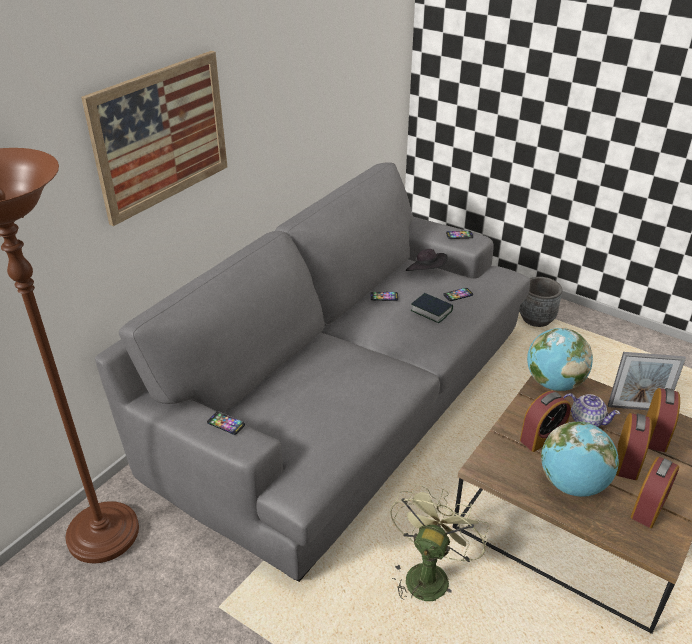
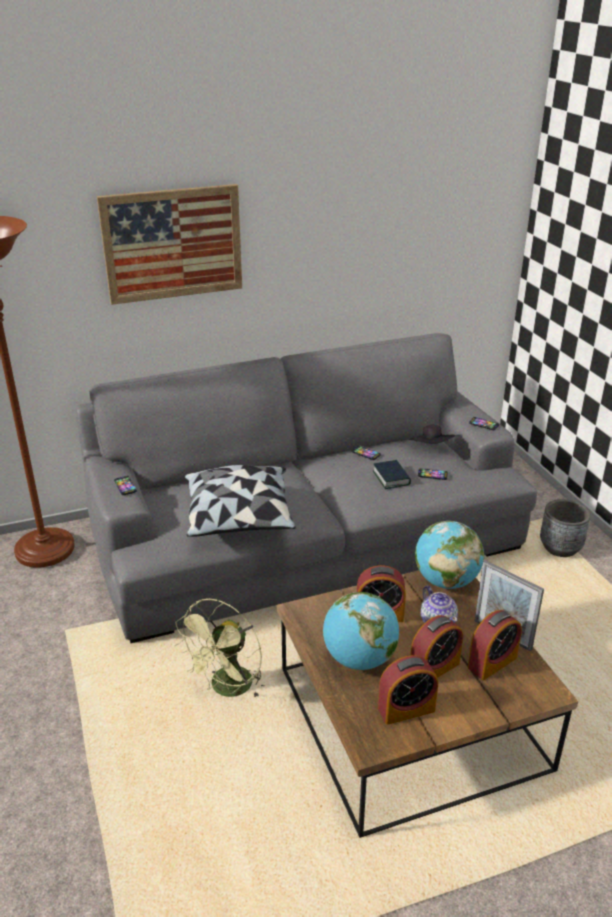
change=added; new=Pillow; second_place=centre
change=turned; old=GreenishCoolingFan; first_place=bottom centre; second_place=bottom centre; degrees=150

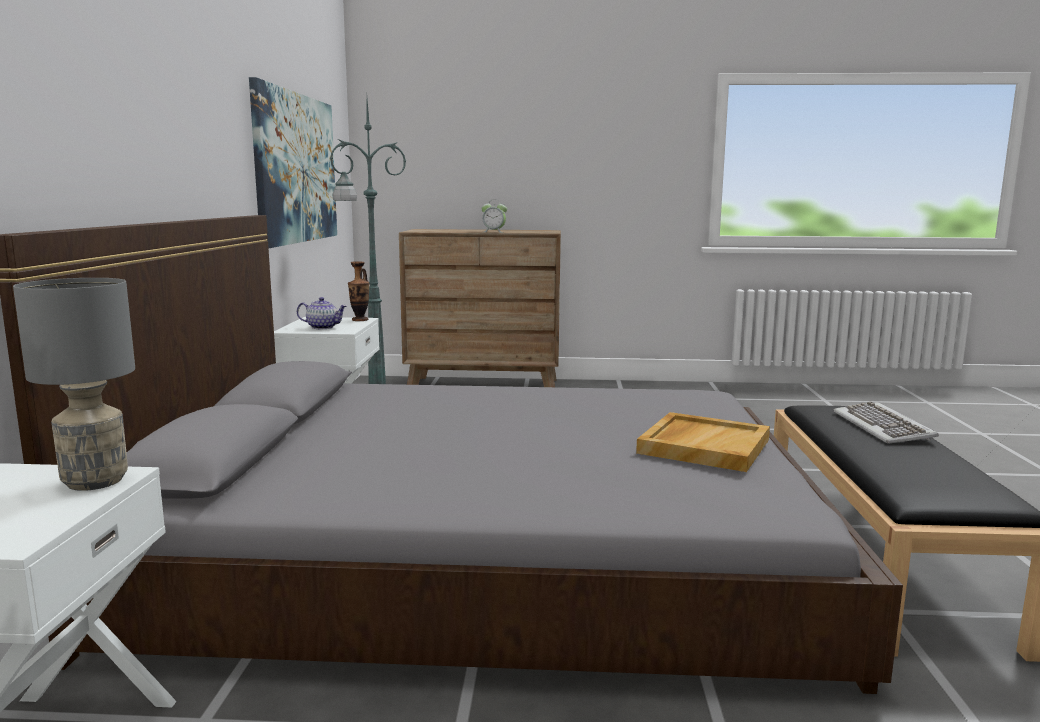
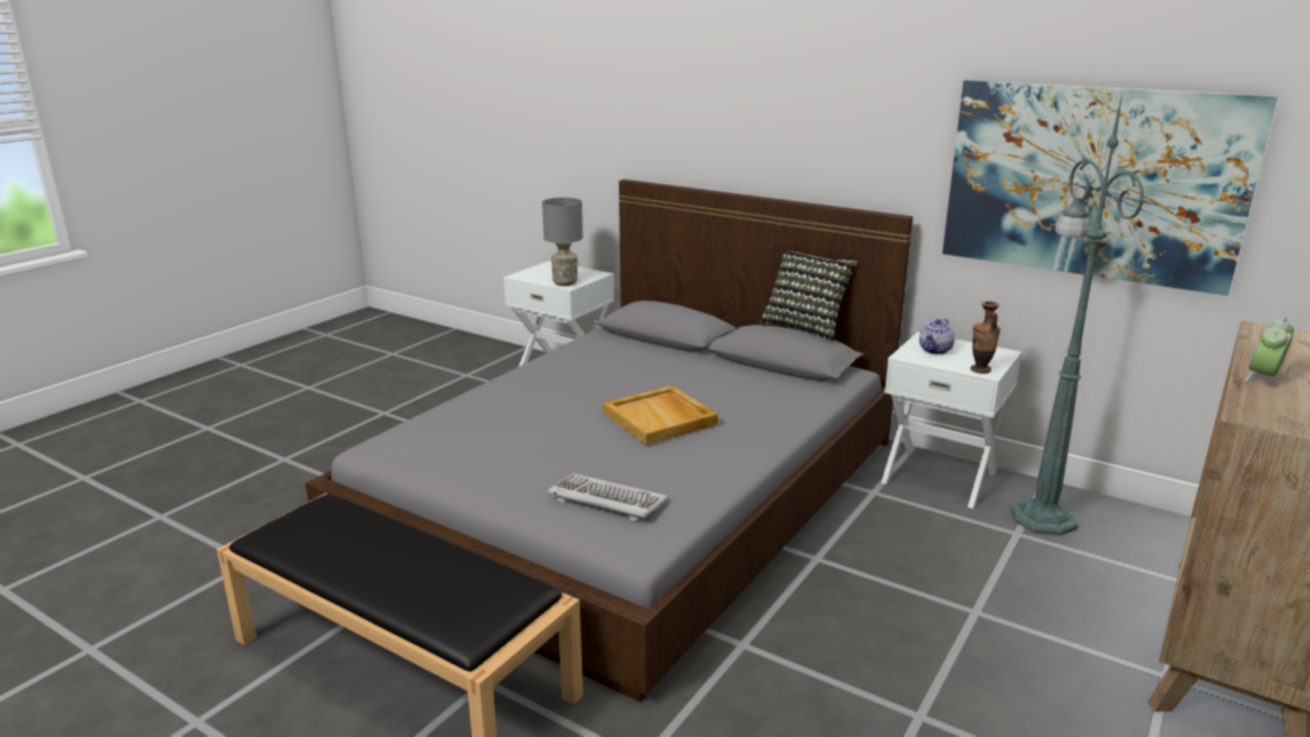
change=added; new=Pillow; second_place=centre
change=moved; old=BeigeTray; first_place=middle right; second_place=centre
change=moved; old=Keyboard; first_place=middle right; second_place=bottom centre

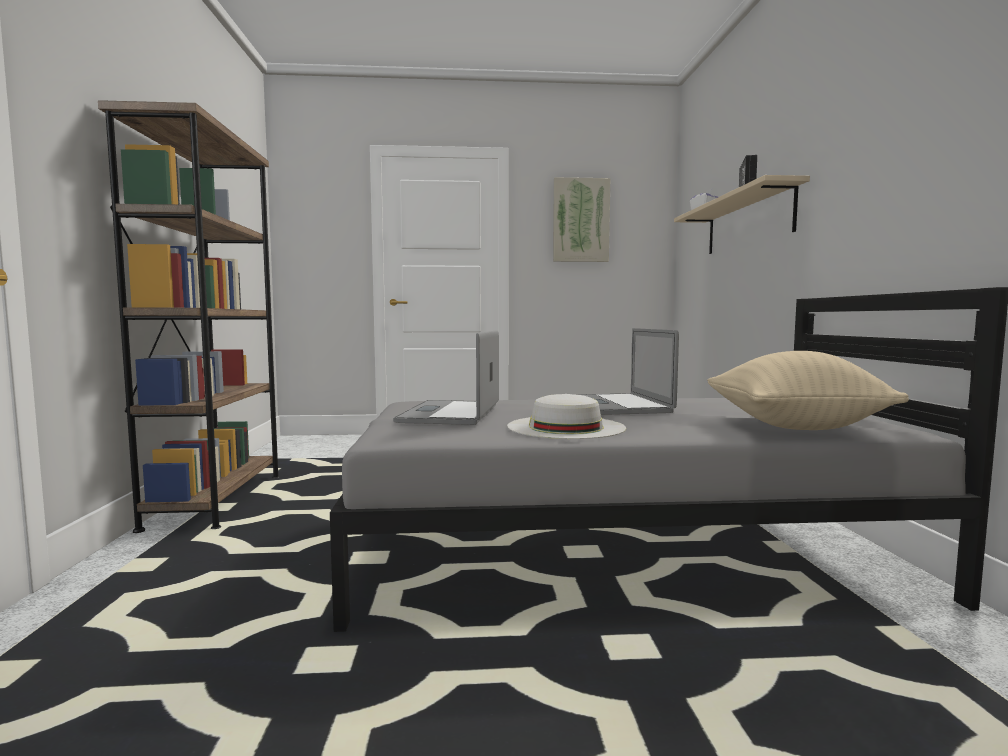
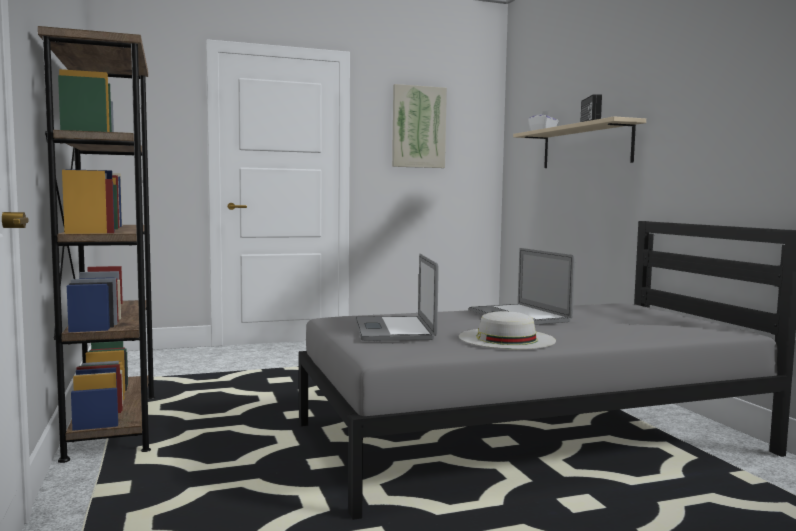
change=removed; old=BeigePillow; first_place=middle right

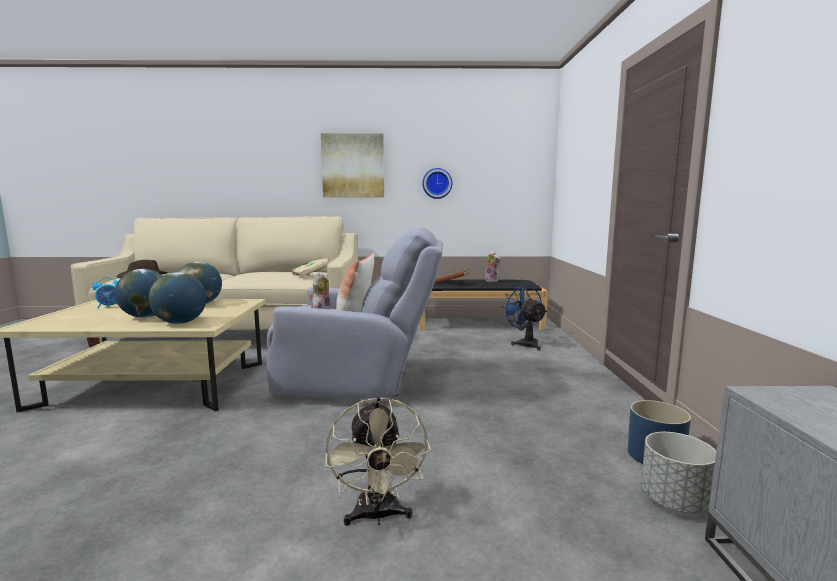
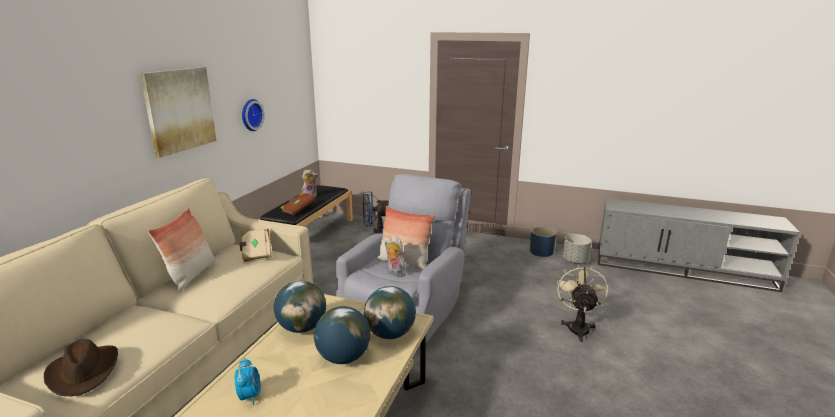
change=added; new=Pillow (1st from left); second_place=middle left
change=turned; old=BeigeCoolingFan; first_place=bottom centre; second_place=bottom right; degrees=-90

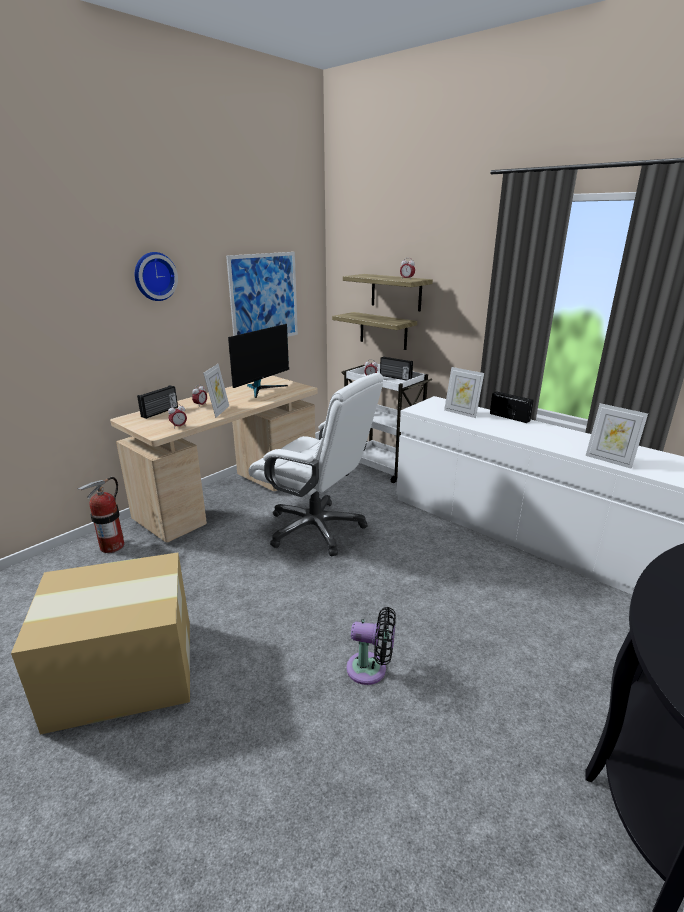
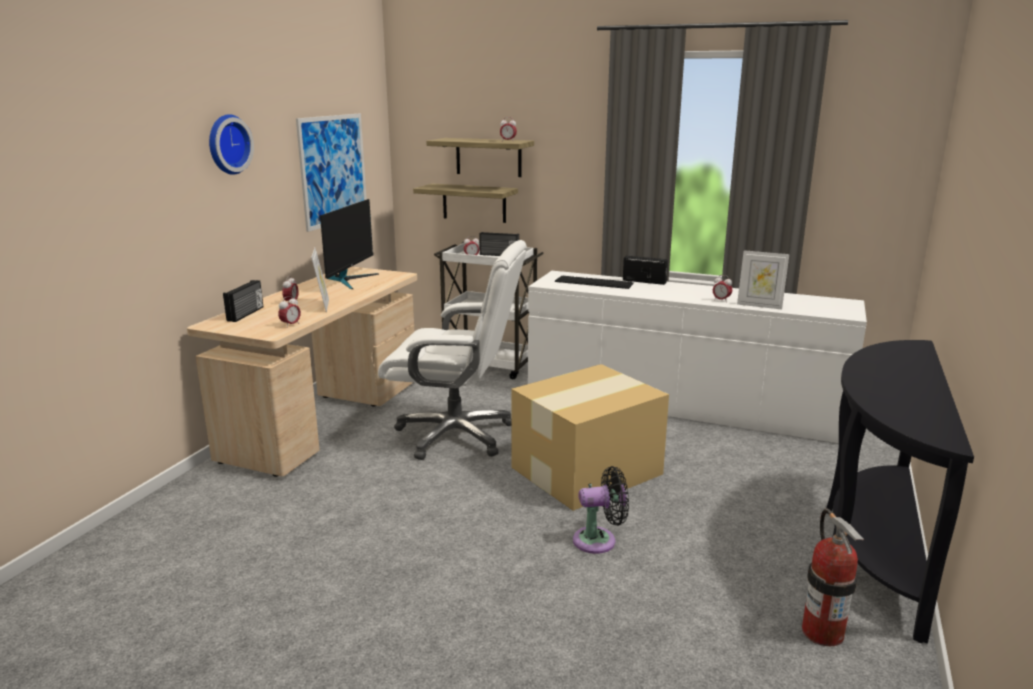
change=added; new=TableClock (5th from left); second_place=middle right
change=moved; old=Carton; first_place=bottom left; second_place=centre
change=moved; old=Extinguisher; first_place=middle left; second_place=bottom right
change=replaced; old=PictureFrame (2nd from left); new=Keyboard; first_place=middle right; second_place=centre

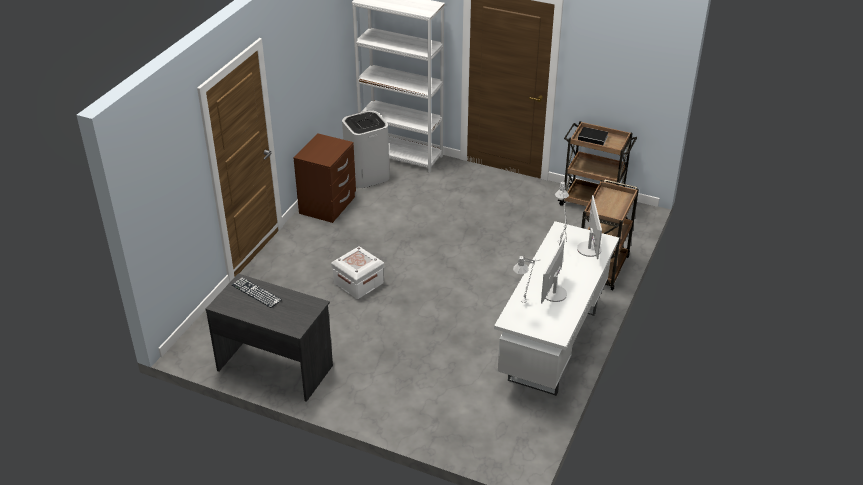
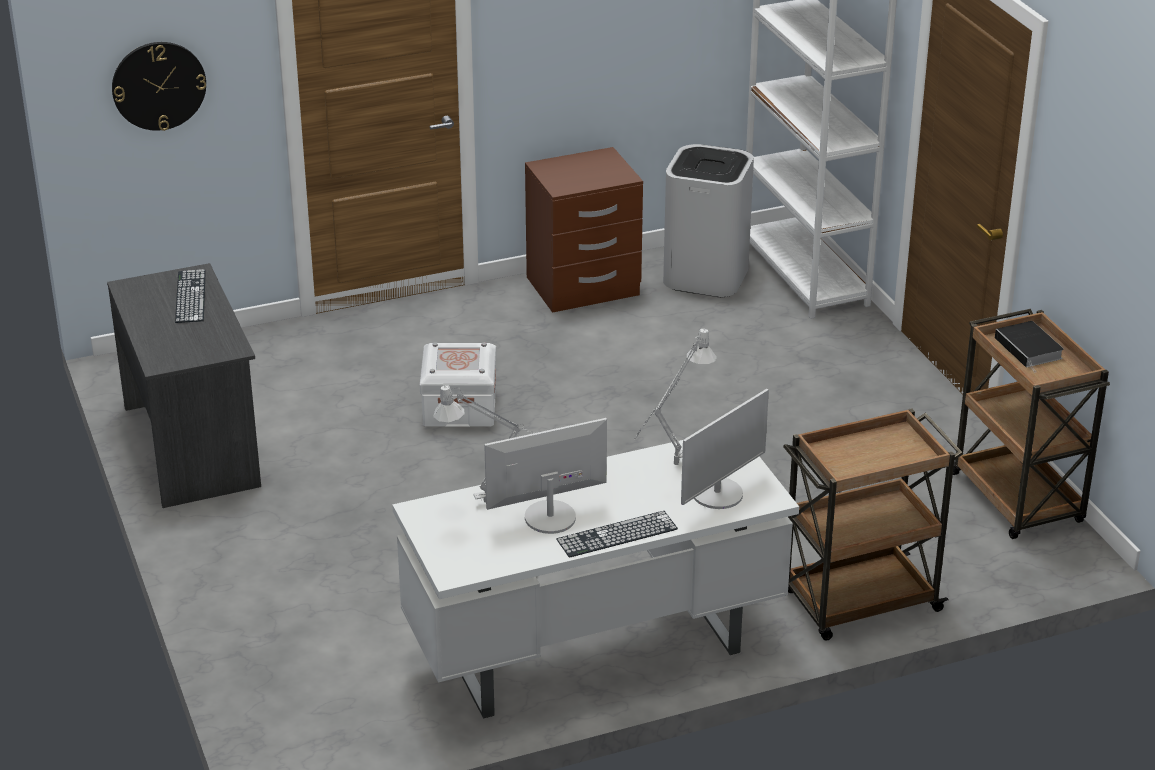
change=added; new=WallClock; second_place=top left
change=added; new=Keyboard (2nd from left); second_place=bottom centre

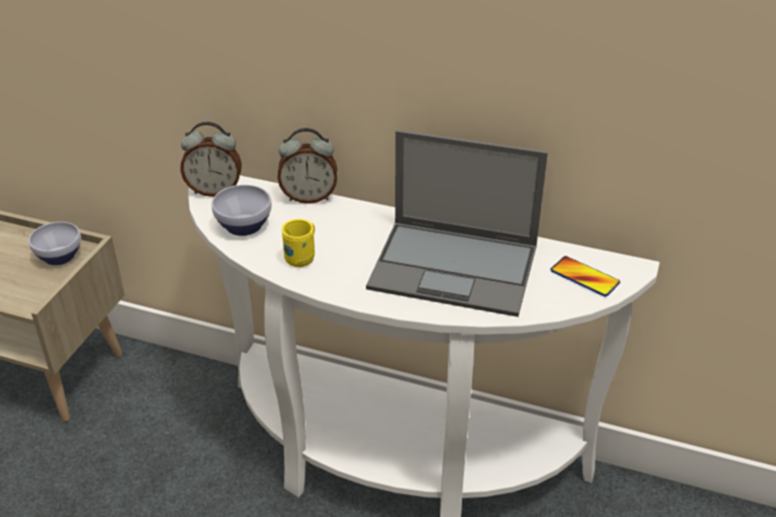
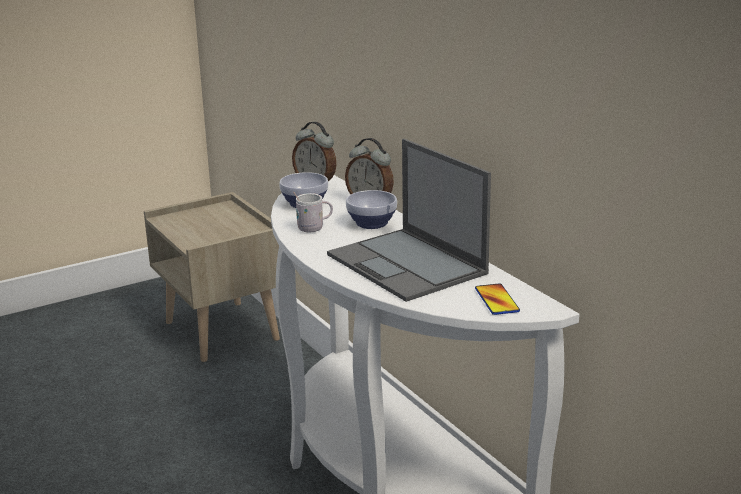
change=moved; old=ServingBowl (1st from left in the first image); new=ServingBowl (2nd from left); first_place=middle left; second_place=centre
change=recoloured; old=YellowishCoffeeMug; new=WhitishCoffeeMug; first_place=centre; second_place=centre

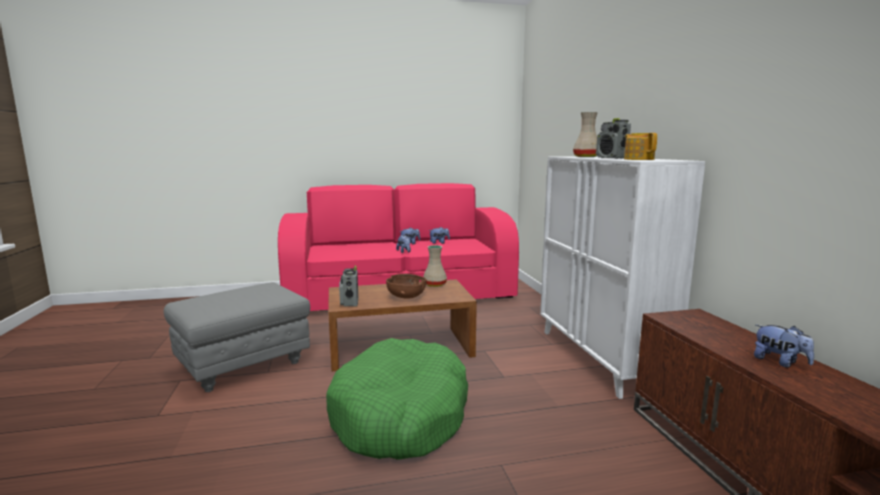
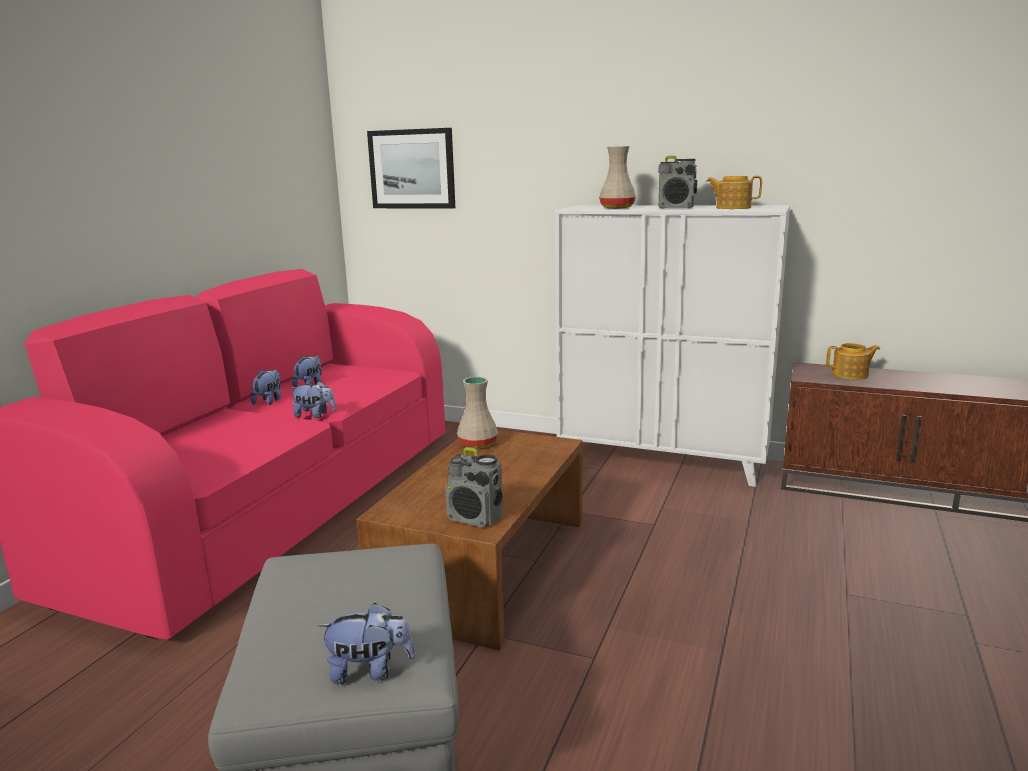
change=removed; old=GreenishDogCushion; first_place=bottom centre
change=removed; old=BrownishServingBowl; first_place=centre
change=added; new=WallPicture; second_place=top centre
change=added; new=Teapot (2nd from left); second_place=middle right
change=moved; old=PlushToy (4th from left); first_place=bottom right; second_place=bottom centre

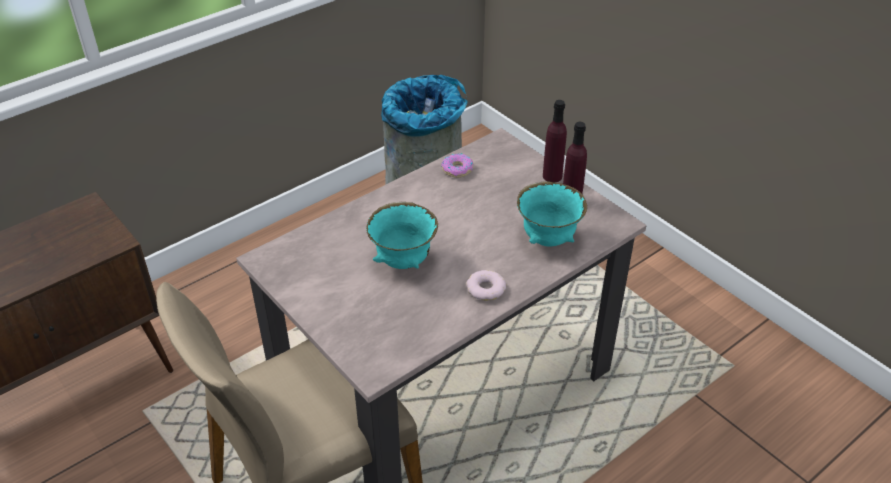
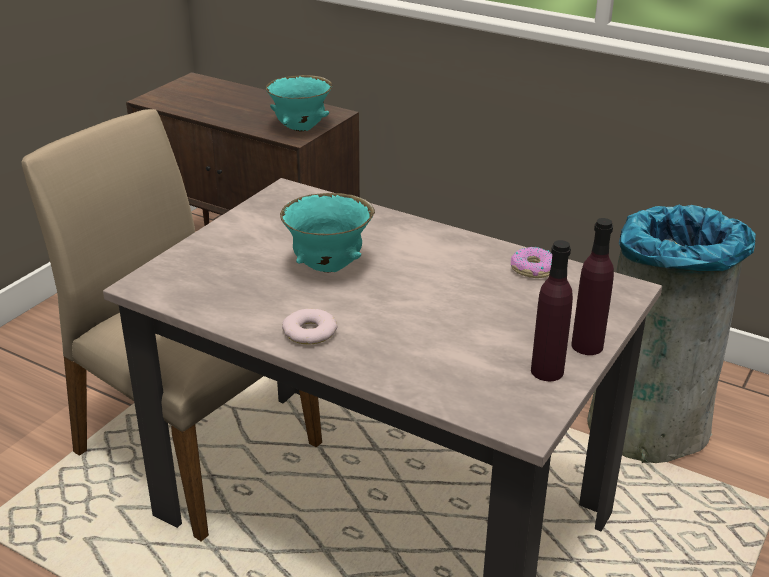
change=moved; old=TurquoiseServingBowl (2nd from left in the first image); new=TurquoiseServingBowl (1st from left); first_place=centre; second_place=top centre

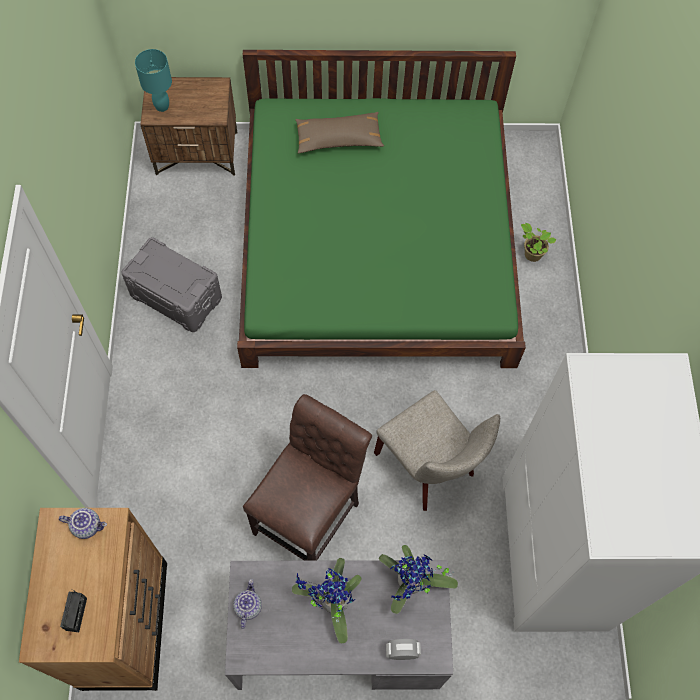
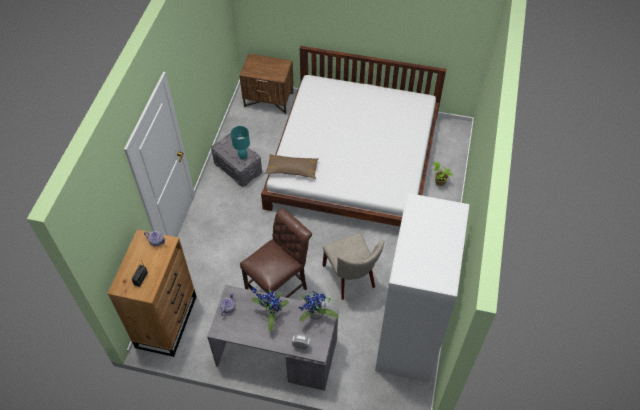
change=moved; old=TurquoiseTableLamp; first_place=top left; second_place=centre
change=moved; old=BrownishPillow; first_place=top centre; second_place=centre
change=recoloured; old=GreenishBedroomBed; new=WhitishBedroomBed; first_place=top centre; second_place=top centre

